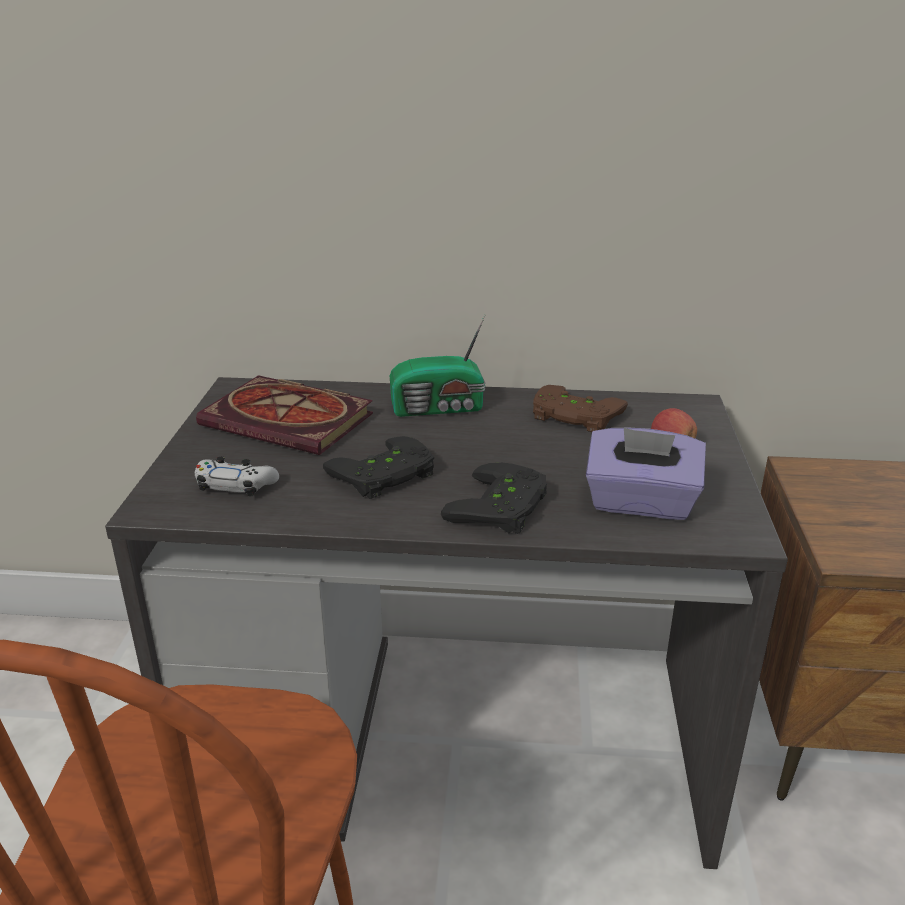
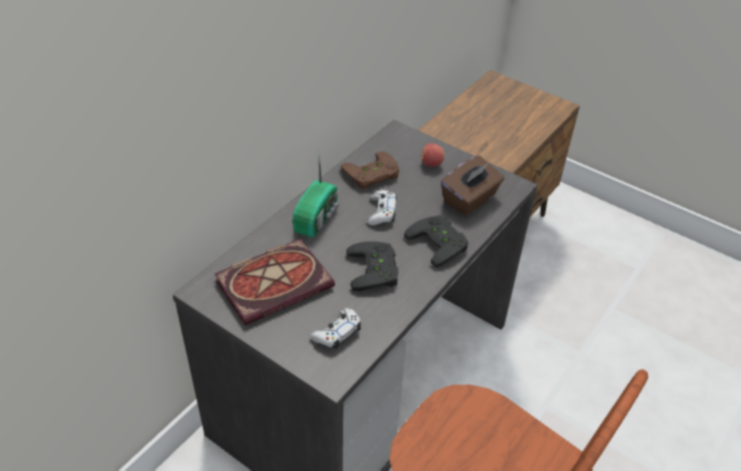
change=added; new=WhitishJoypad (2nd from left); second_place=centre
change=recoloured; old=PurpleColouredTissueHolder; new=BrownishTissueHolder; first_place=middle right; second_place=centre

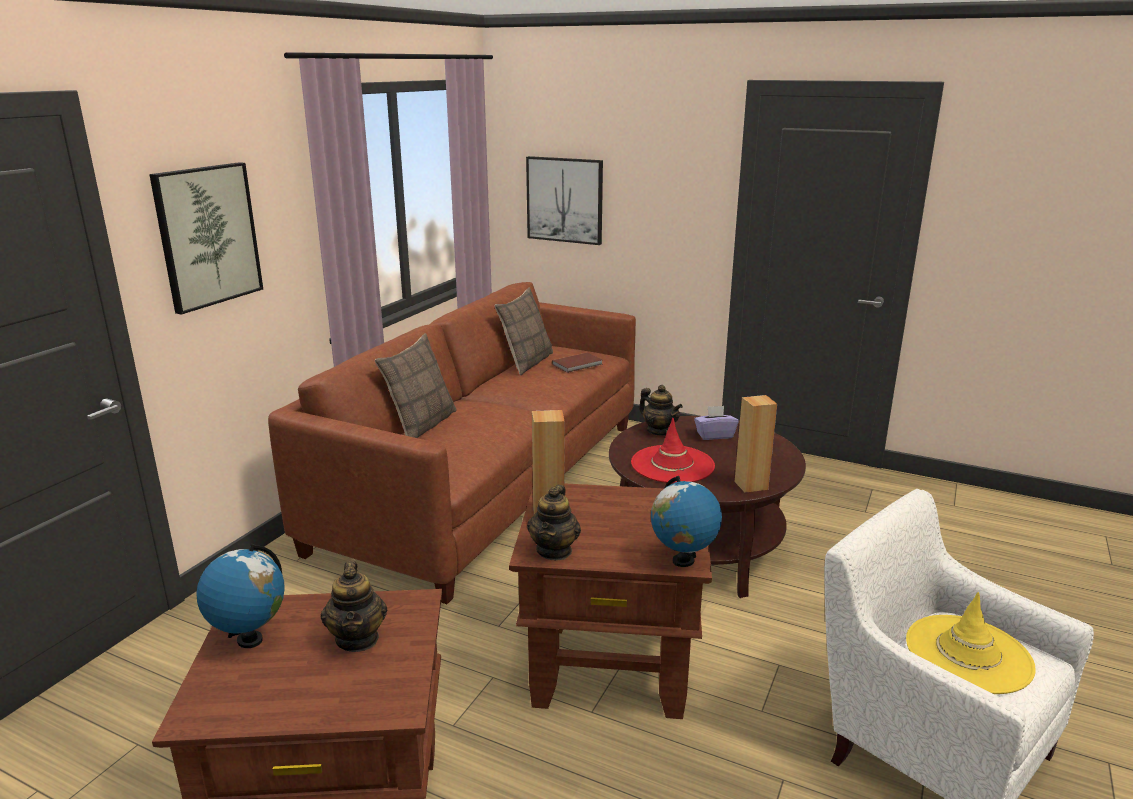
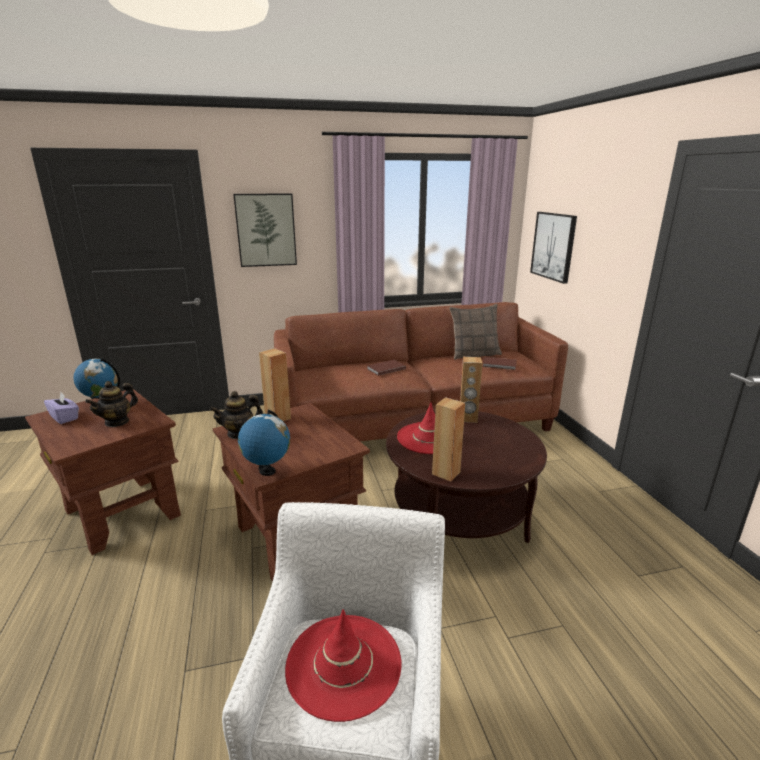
change=removed; old=Pillow (1st from left); first_place=centre
change=added; new=BrownishVolume (1st from left); second_place=centre
change=moved; old=PurpleColouredTissueHolder; first_place=centre; second_place=middle left
change=replaced; old=Teapot (3rd from left); new=BrownishSpeaker (3rd from left); first_place=centre; second_place=centre
change=recoloured; old=YellowishWearableHat; new=RedColouredWearableHat (1st from left); first_place=bottom right; second_place=bottom centre

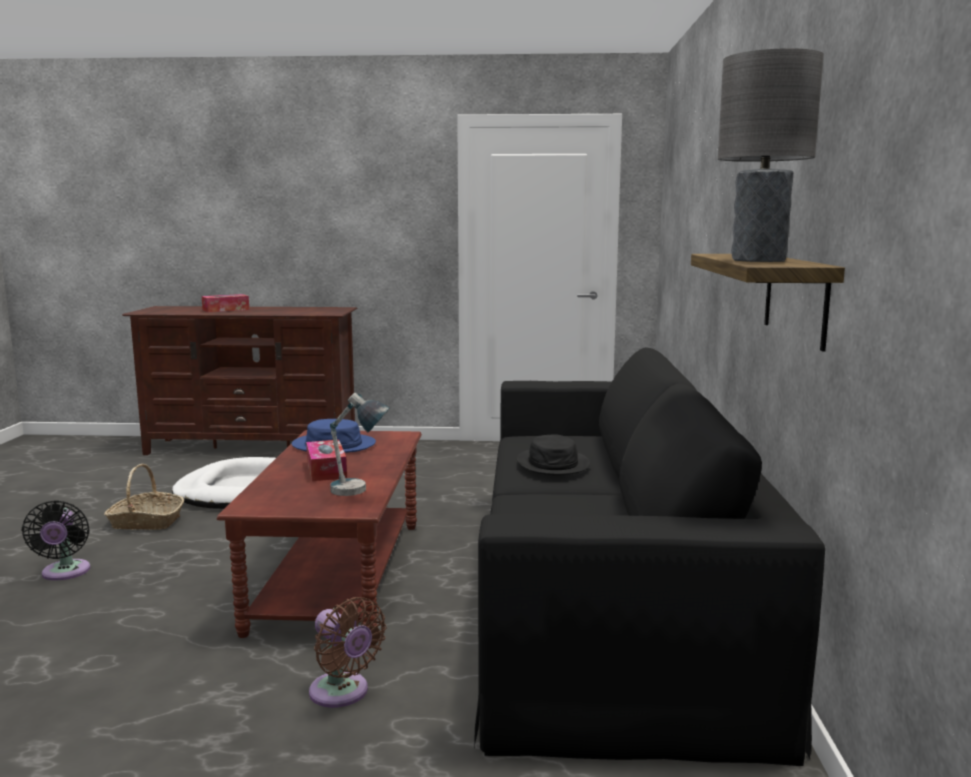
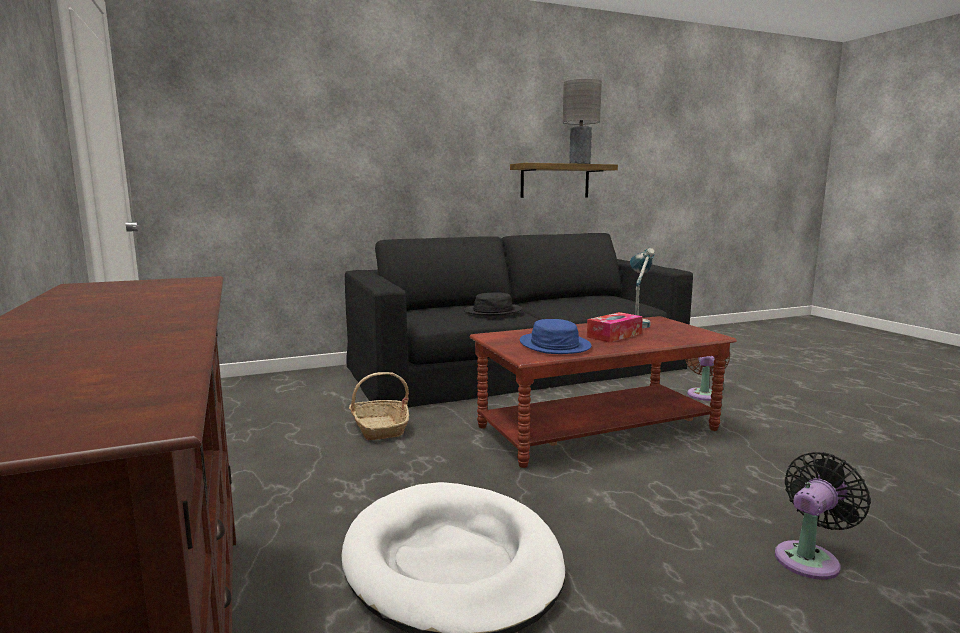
change=removed; old=TissueHolder (1st from left); first_place=middle left
change=moved; old=Basket; first_place=middle left; second_place=centre

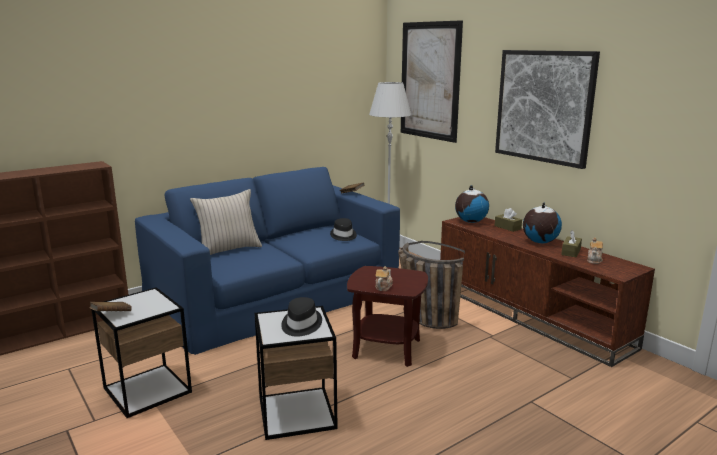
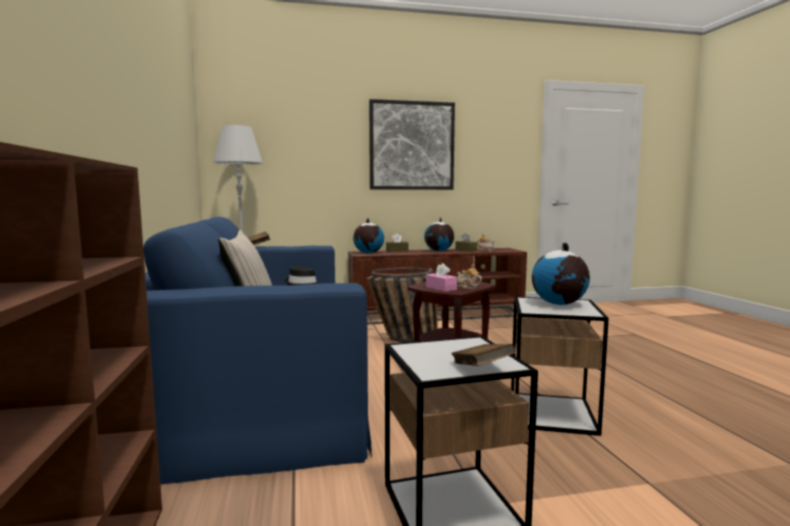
change=removed; old=WallPicture (1st from left); first_place=top centre
change=added; new=PinkishTissueHolder; second_place=centre
change=replaced; old=BlackishWearableHat (1st from left); new=DeskGlobe (3rd from left); first_place=bottom centre; second_place=middle right

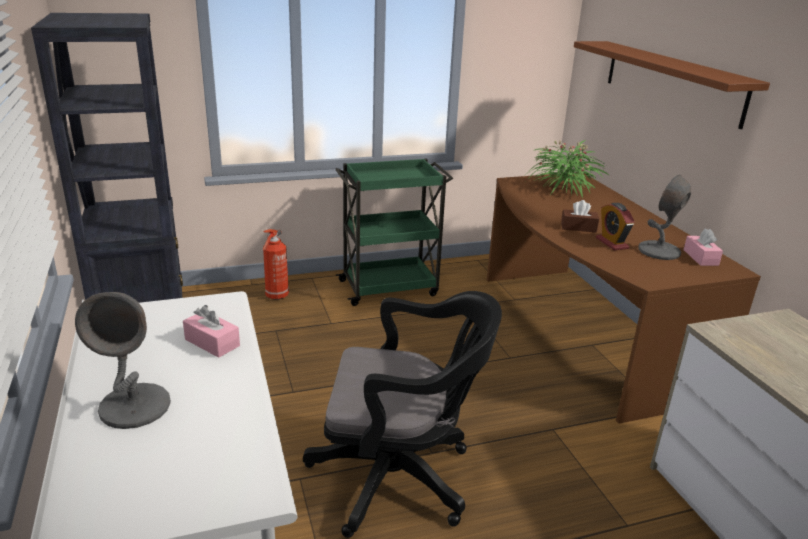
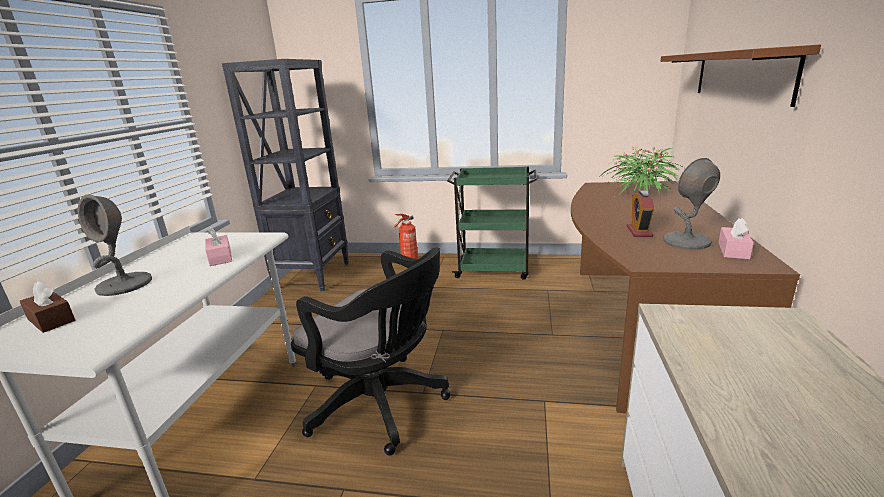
change=moved; old=BrownishTissueHolder; first_place=middle right; second_place=middle left

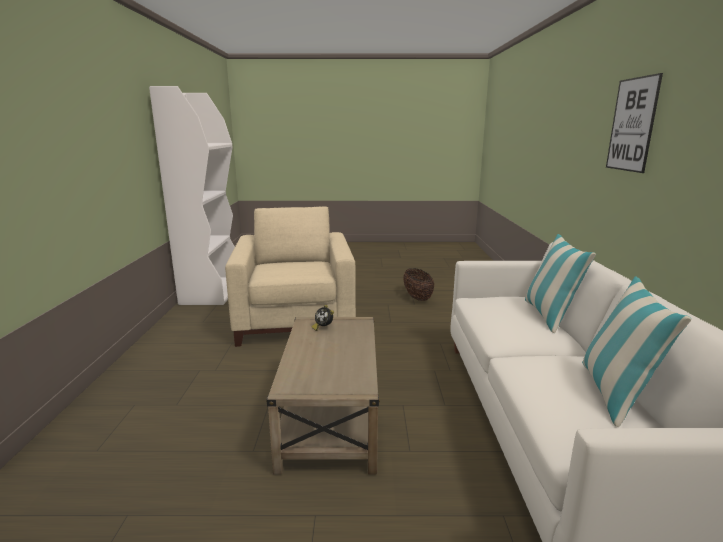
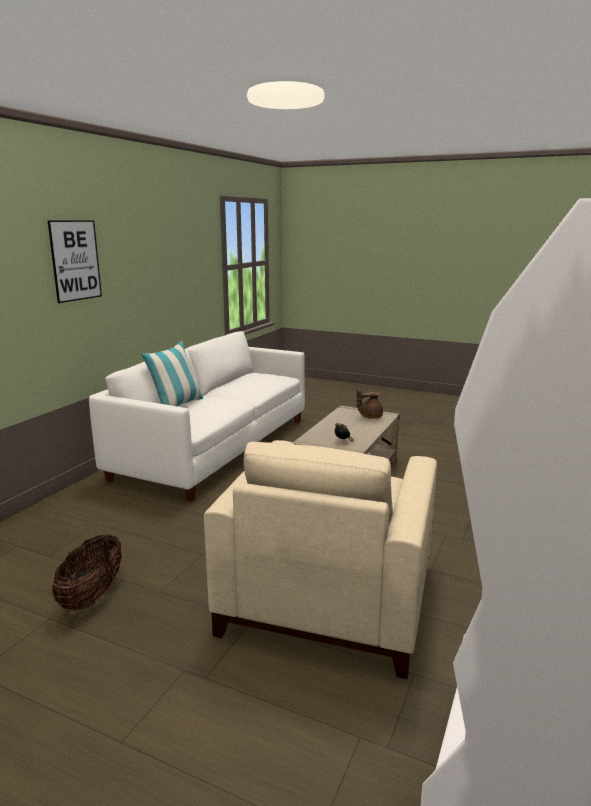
change=removed; old=Pillow (2nd from left); first_place=middle right
change=added; new=BrownishTeapot; second_place=centre

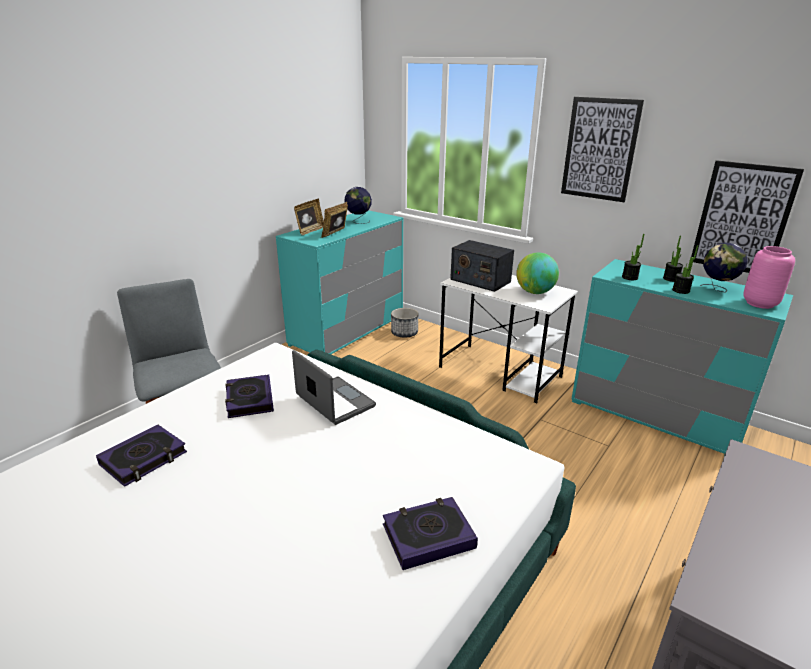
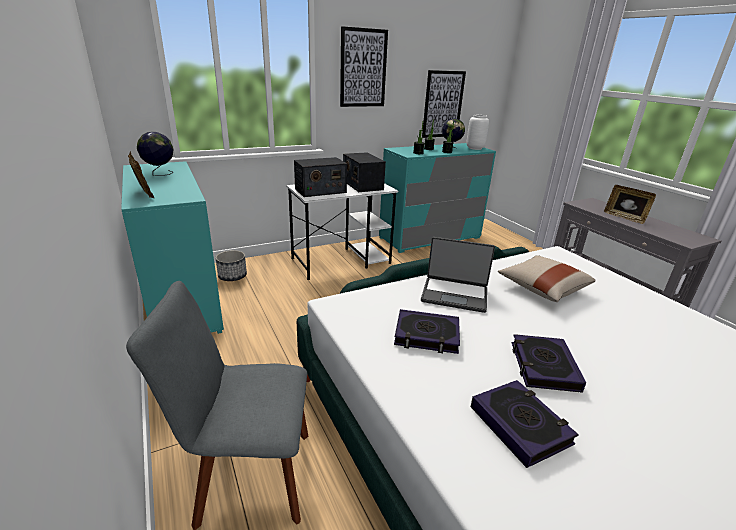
change=added; new=BeigePillow; second_place=middle right
change=moved; old=PictureFrame (2nd from left); first_place=top centre; second_place=middle right
change=moved; old=Volume (3rd from left); first_place=bottom centre; second_place=bottom right
change=replaced; old=DeskGlobe (2nd from left); new=RadioReceiver (2nd from left); first_place=centre; second_place=top centre
change=recoloured; old=PinkishVase; new=WhitishVase; first_place=middle right; second_place=top centre
change=turned; old=Laptop; first_place=centre; second_place=centre; degrees=-150

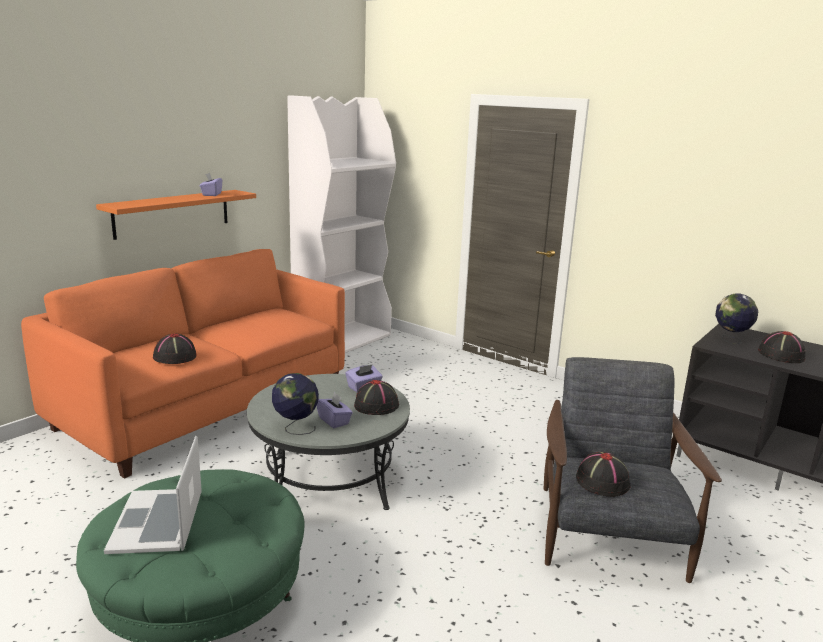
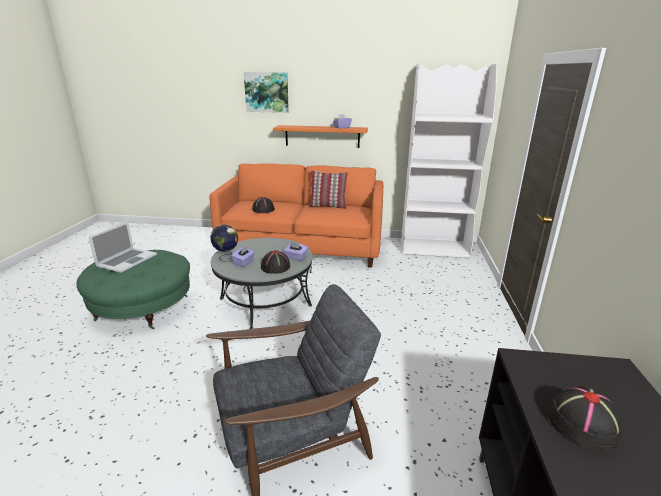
change=removed; old=BlackishWearableHat (3rd from left); first_place=bottom right
change=removed; old=DeskGlobe (2nd from left); first_place=middle right
change=added; new=WallPicture; second_place=top centre
change=added; new=Pillow; second_place=centre
change=turned; old=Laptop; first_place=bottom left; second_place=middle left; degrees=150

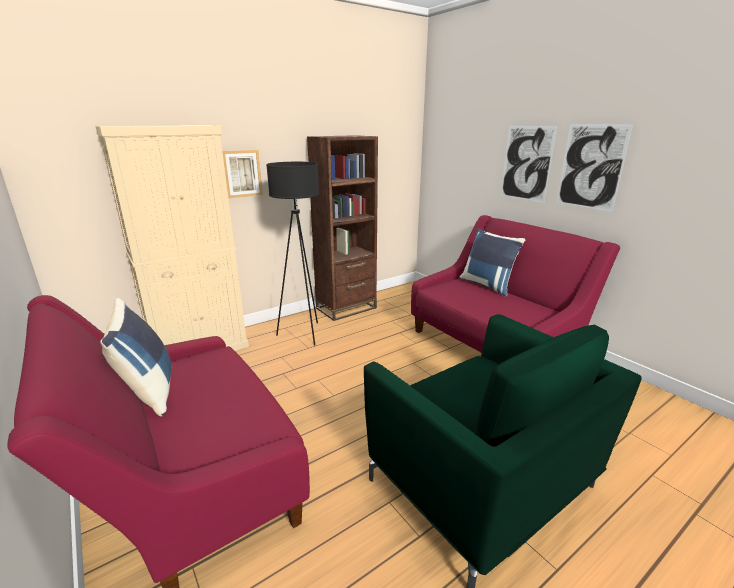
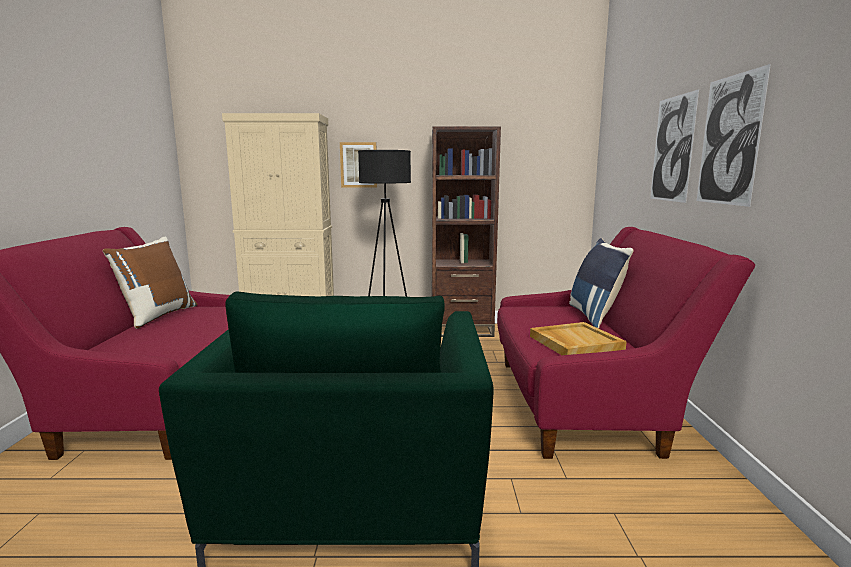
change=added; new=BeigeTray; second_place=middle right
change=recoloured; old=BluishPillow (1st from left); new=BrownishPillow; first_place=middle left; second_place=middle left

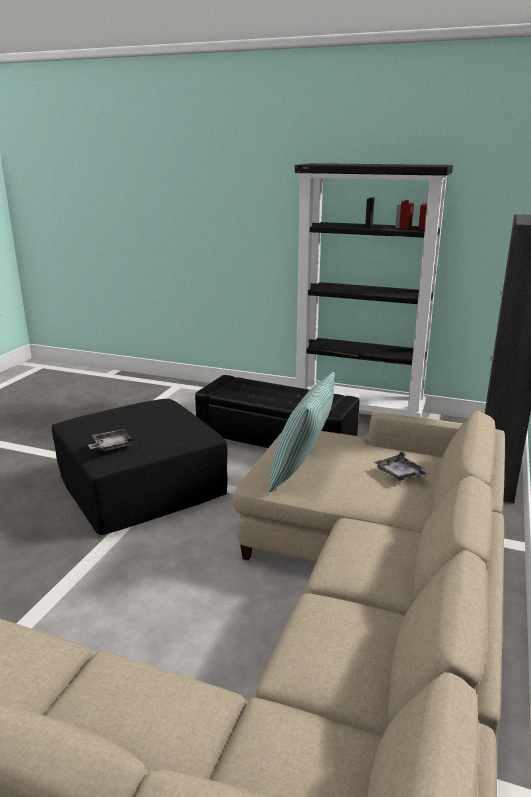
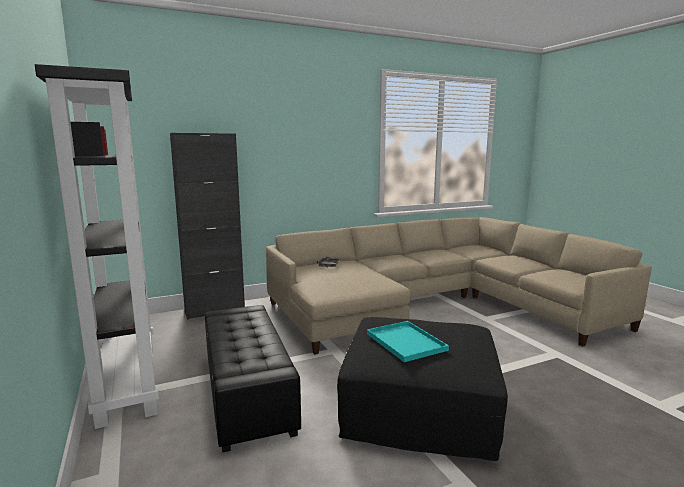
change=removed; old=GreyishTray (1st from left); first_place=middle left
change=removed; old=Pillow; first_place=centre
change=added; new=TurquoiseTray; second_place=bottom centre

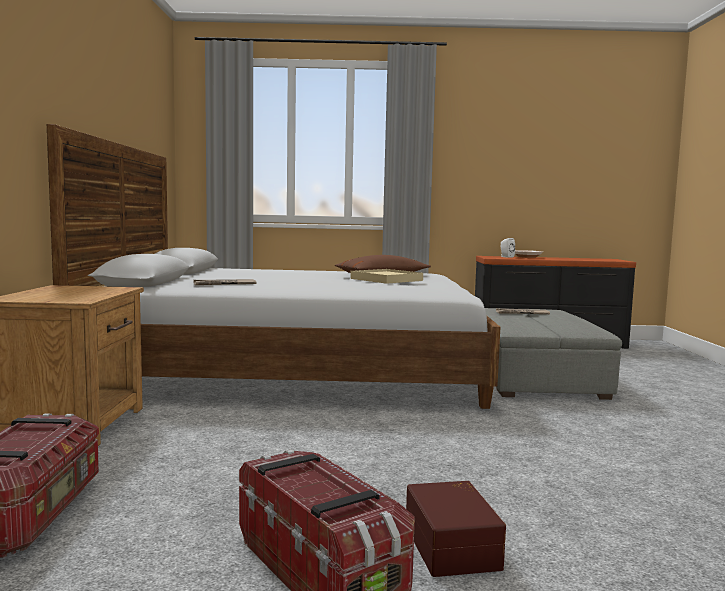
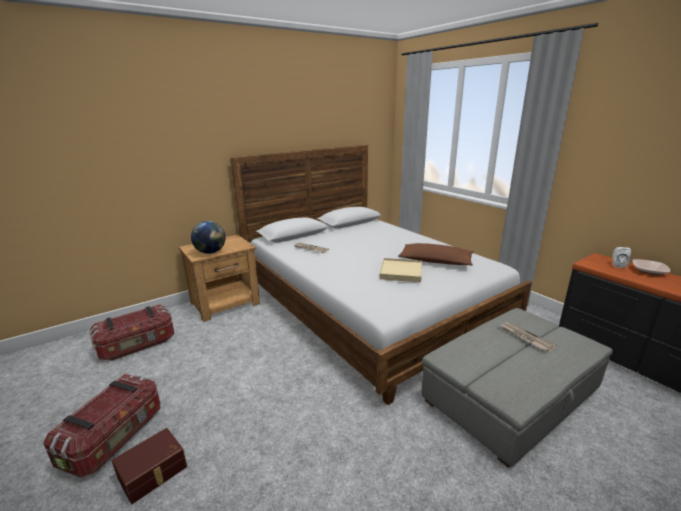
change=added; new=DeskGlobe; second_place=middle left

